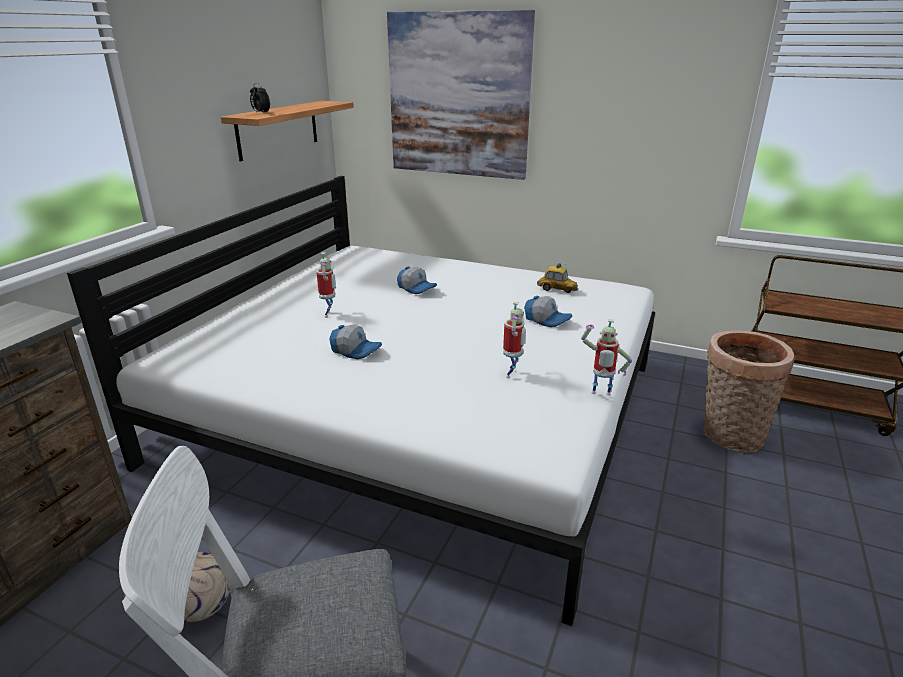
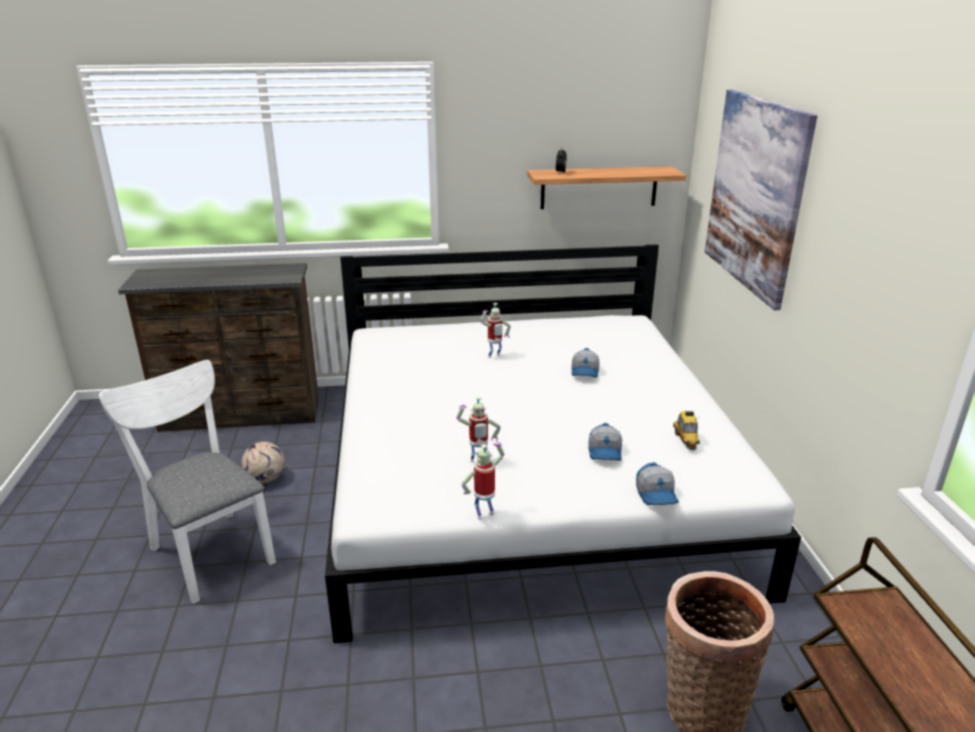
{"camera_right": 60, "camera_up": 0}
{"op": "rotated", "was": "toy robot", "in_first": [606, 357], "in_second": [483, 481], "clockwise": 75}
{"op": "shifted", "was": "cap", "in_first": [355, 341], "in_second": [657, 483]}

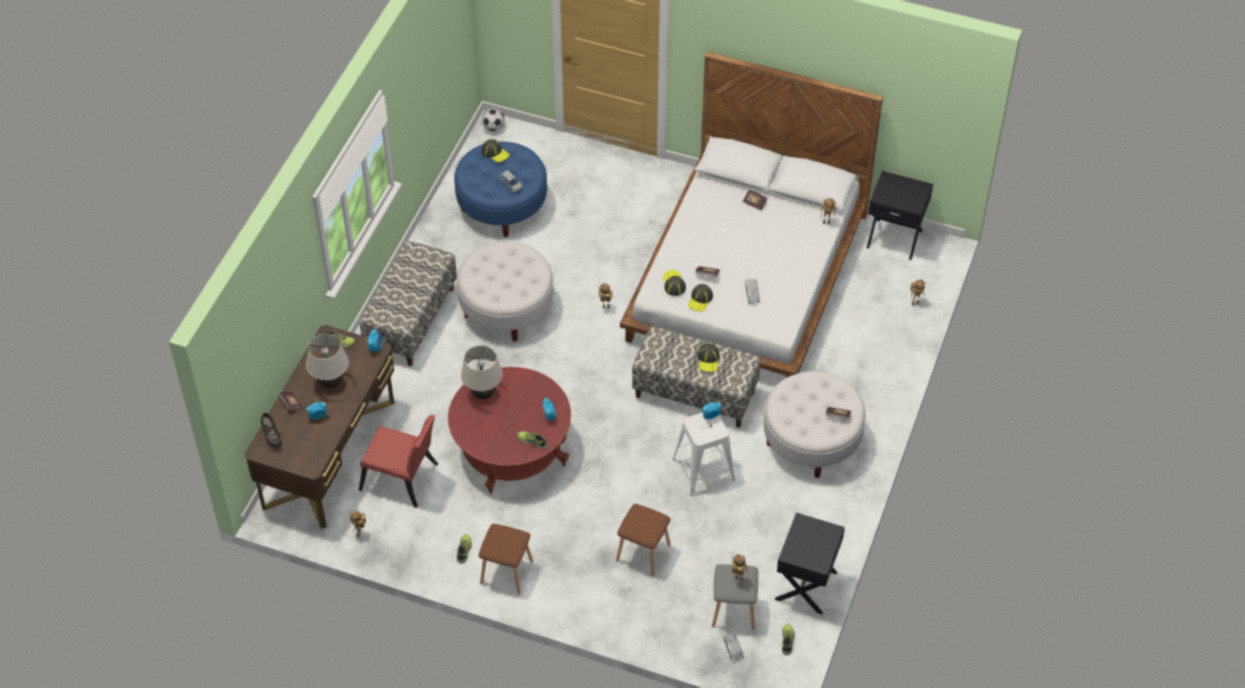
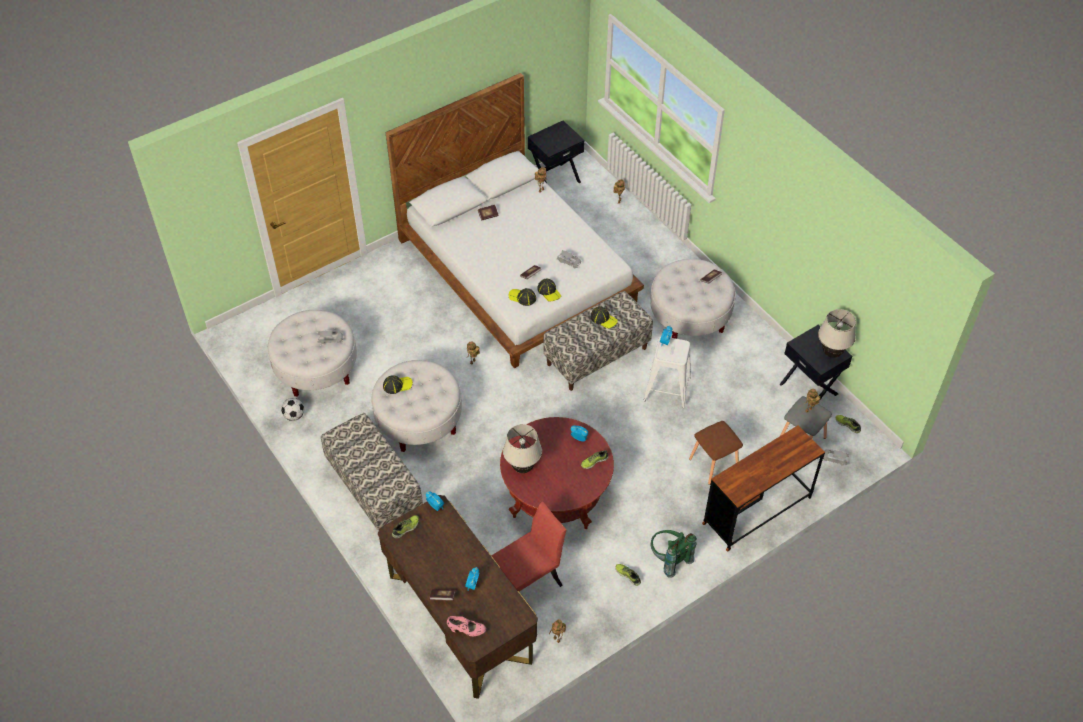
{"camera_right": -55, "camera_up": 0}
{"op": "repainted", "was": "blue ottoman", "now": "white ottoman", "in_first": [500, 189], "in_second": [312, 353]}
{"op": "shifted", "was": "football", "in_first": [493, 119], "in_second": [292, 409]}
{"op": "shifted", "was": "cap", "in_first": [496, 151], "in_second": [398, 384]}
{"op": "repainted", "was": "black shoe", "now": "pink shoe", "in_first": [271, 430], "in_second": [466, 626]}
{"op": "swapped", "was": "brown stool", "now": "green backpack", "in_first": [506, 559], "in_second": [674, 554]}
{"op": "new", "now": "brown desk", "in_second": [763, 488]}
{"op": "shifted", "was": "beige table lamp", "in_first": [327, 360], "in_second": [837, 333]}

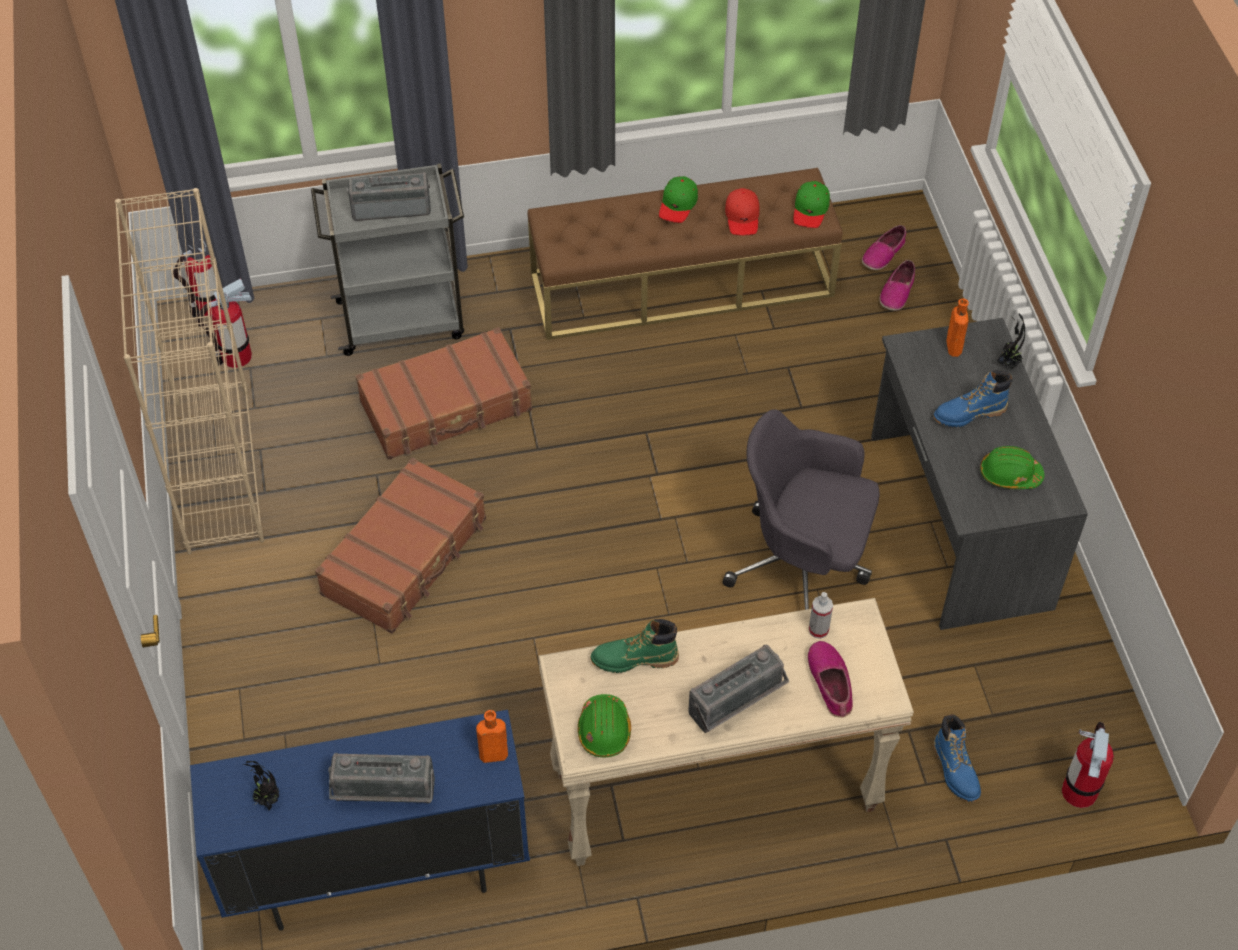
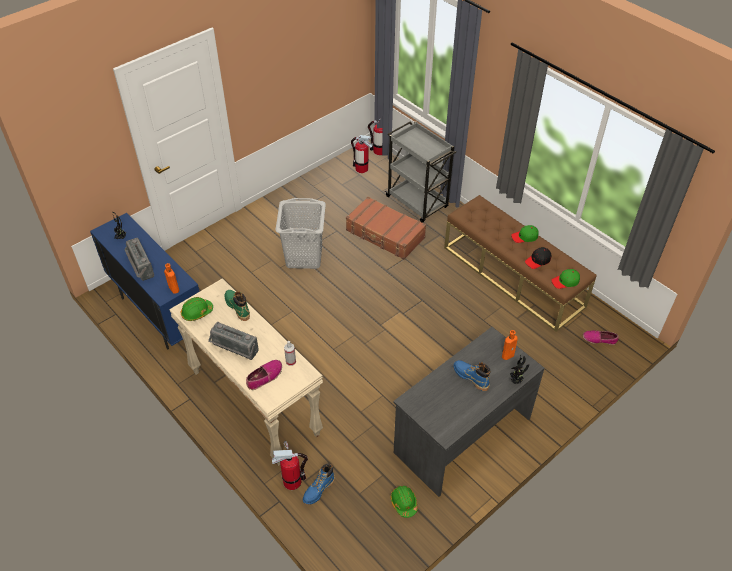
{"camera_right": 60, "camera_up": -5}
{"op": "shifted", "was": "fire extinguisher", "in_first": [1088, 765], "in_second": [290, 465]}
{"op": "swapped", "was": "brown suitcase", "now": "grey laundry basket", "in_first": [400, 546], "in_second": [300, 233]}
{"op": "shifted", "was": "green hard hat", "in_first": [1012, 467], "in_second": [404, 502]}
{"op": "repainted", "was": "red cap", "now": "black cap", "in_first": [742, 211], "in_second": [538, 258]}
{"op": "gone", "was": "beige bookcase", "in_first": [189, 371]}
{"op": "gone", "was": "radio", "in_first": [389, 196]}
{"op": "gone", "was": "grey office chair", "in_first": [801, 509]}
{"op": "gone", "was": "shoe", "in_first": [897, 285]}

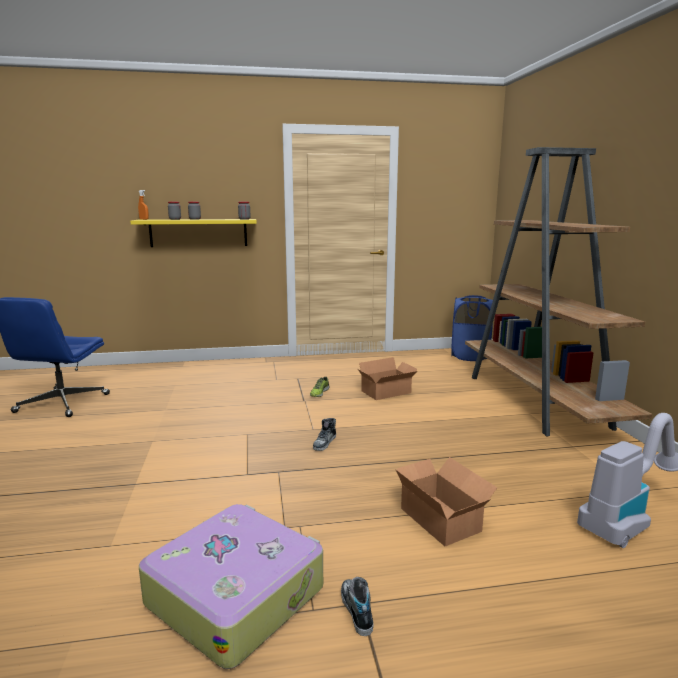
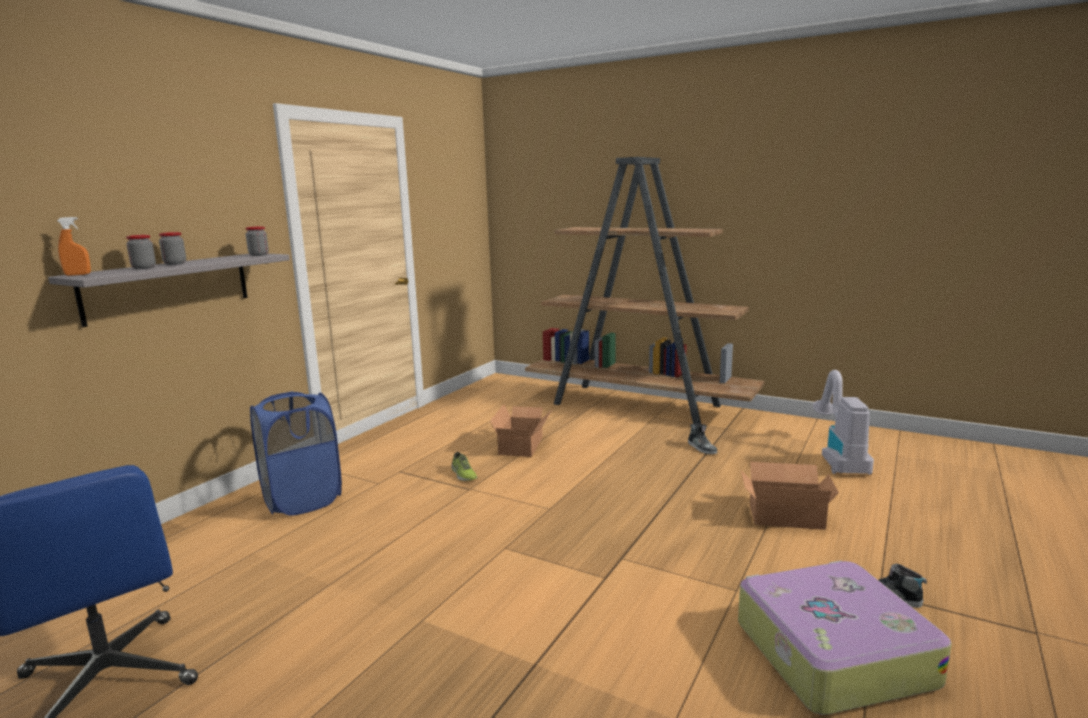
{"camera_right": -50, "camera_up": 0}
{"op": "repainted", "was": "yellow shelf", "now": "grey shelf", "in_first": [193, 233], "in_second": [169, 290]}
{"op": "shifted", "was": "blue laundry basket", "in_first": [472, 328], "in_second": [296, 453]}
{"op": "shifted", "was": "shoe", "in_first": [324, 434], "in_second": [702, 439]}

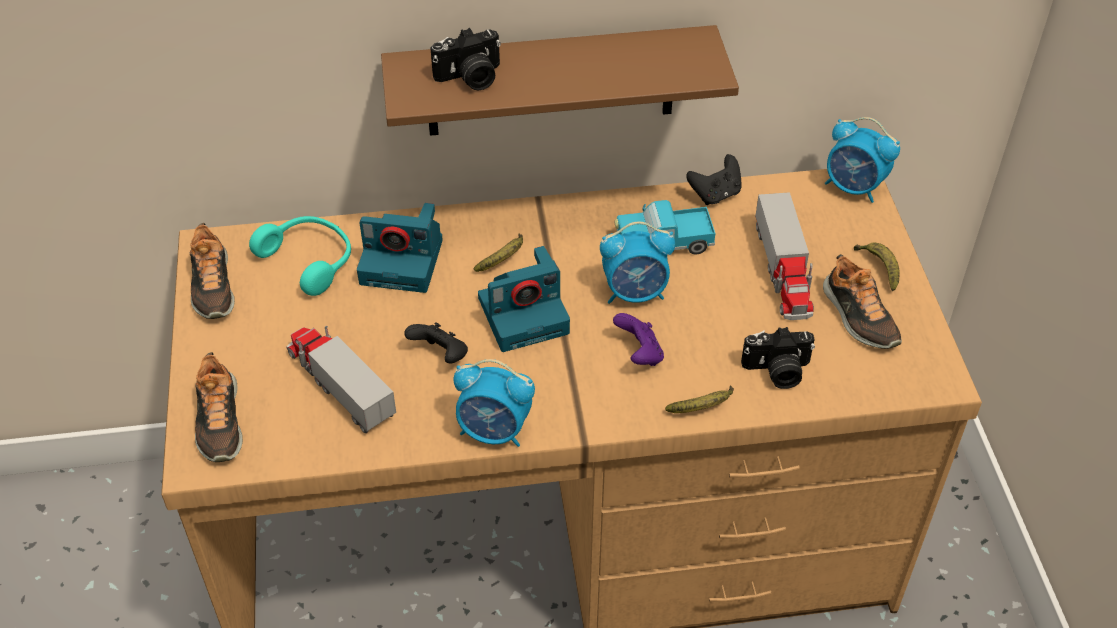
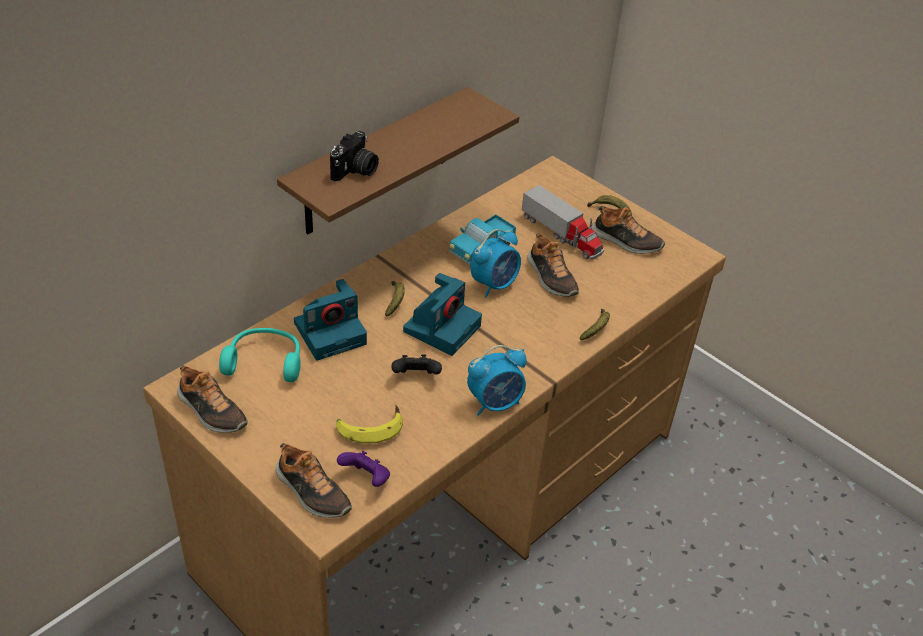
{"camera_right": -40, "camera_up": -5}
{"op": "swapped", "was": "toy truck", "now": "banana", "in_first": [341, 379], "in_second": [369, 424]}
{"op": "shifted", "was": "purple game controller", "in_first": [638, 339], "in_second": [363, 469]}
{"op": "new", "now": "shoe", "in_second": [553, 265]}
{"op": "gone", "was": "black game controller", "in_first": [714, 179]}
{"op": "gone", "was": "photo camera", "in_first": [778, 358]}
{"op": "gone", "was": "alarm clock", "in_first": [862, 160]}

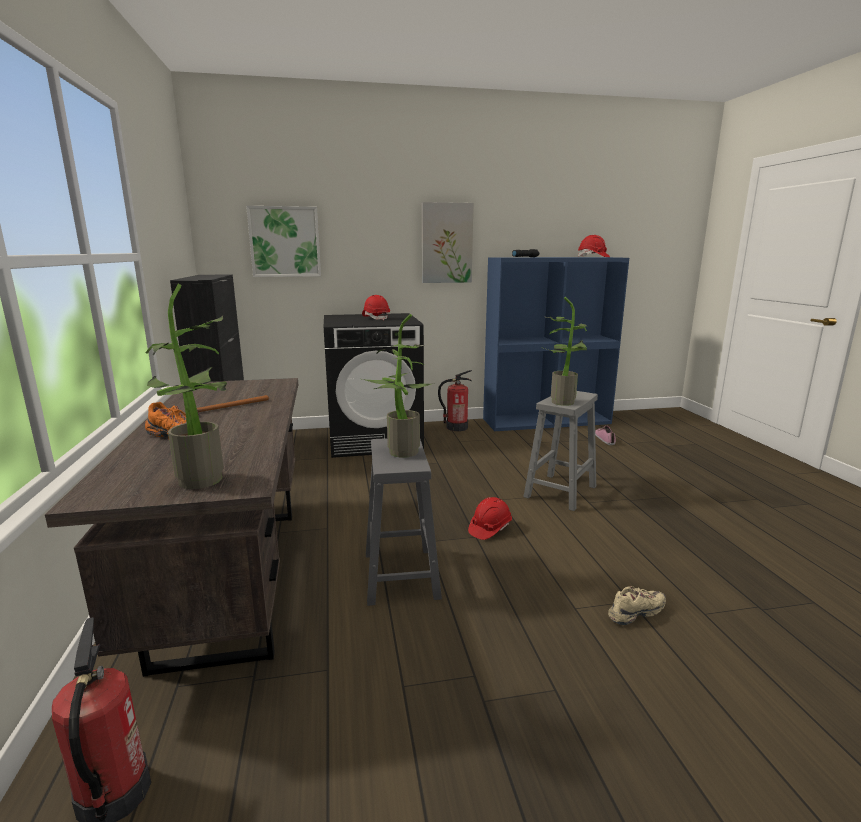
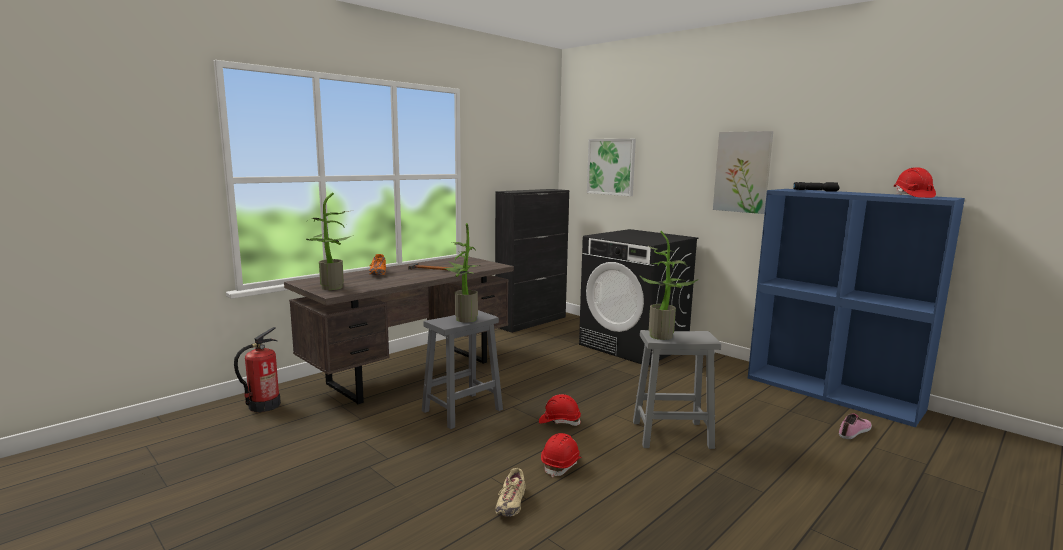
{"camera_right": 55, "camera_up": -5}
{"op": "rotated", "was": "beige shoe", "in_first": [637, 605], "in_second": [510, 492], "clockwise": 75}
{"op": "shifted", "was": "red hard hat", "in_first": [376, 307], "in_second": [561, 455]}
{"op": "gone", "was": "fire extinguisher", "in_first": [455, 400]}

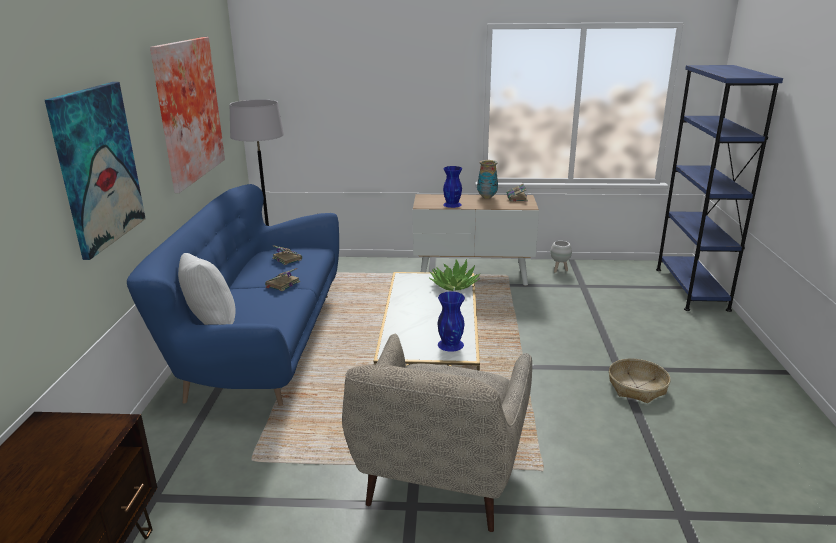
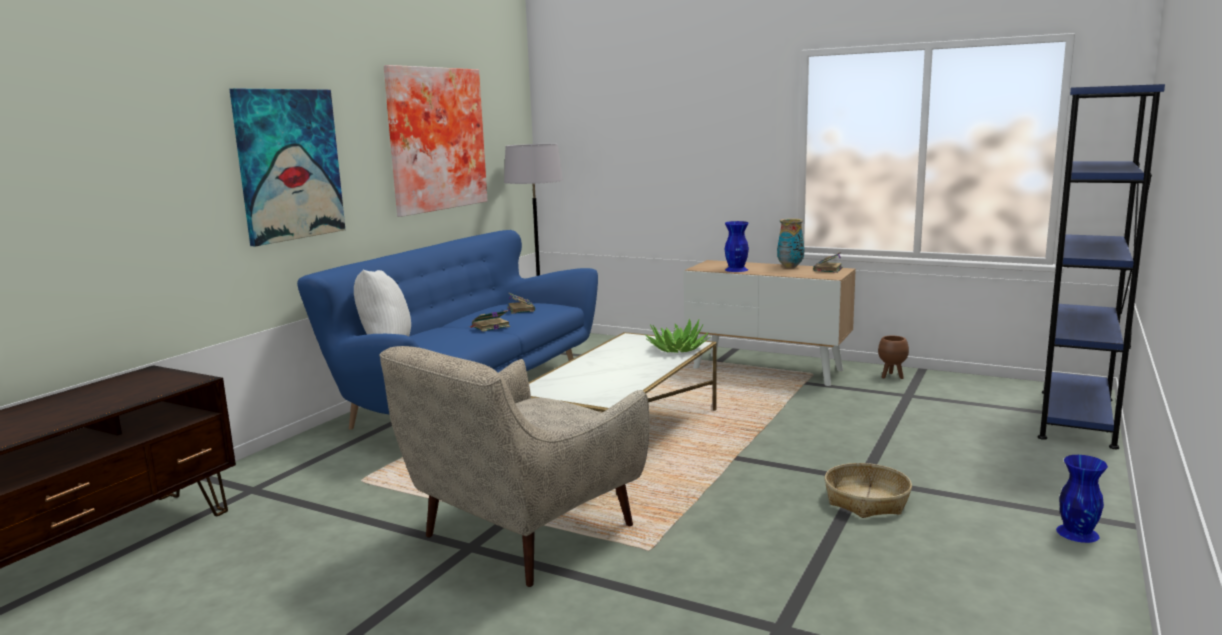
{"camera_right": 25, "camera_up": -10}
{"op": "repainted", "was": "white planter", "now": "brown planter", "in_first": [561, 257], "in_second": [893, 357]}
{"op": "shifted", "was": "blue vase", "in_first": [451, 322], "in_second": [1082, 499]}

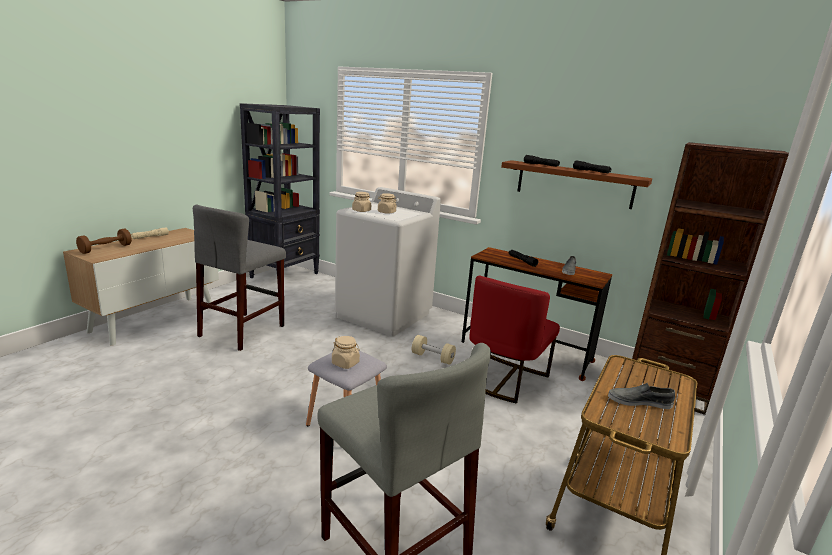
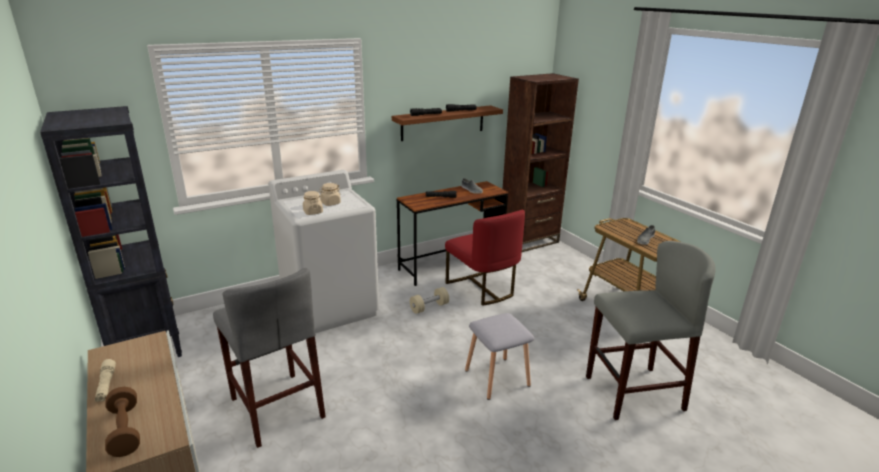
{"camera_right": -60, "camera_up": 5}
{"op": "gone", "was": "beige jar", "in_first": [346, 352]}

